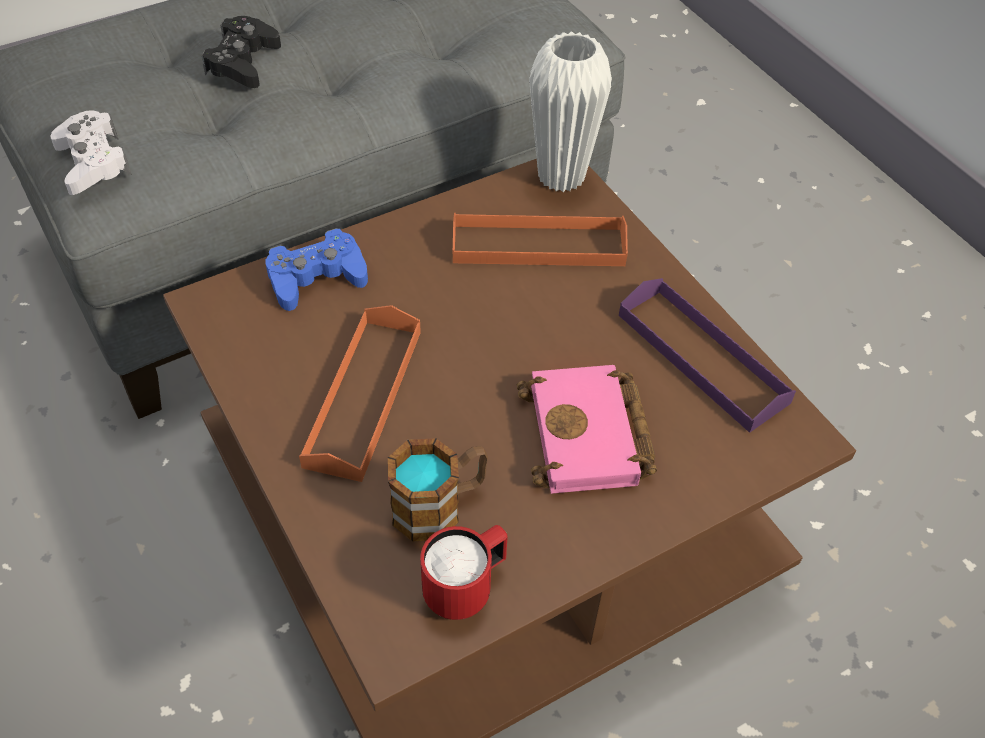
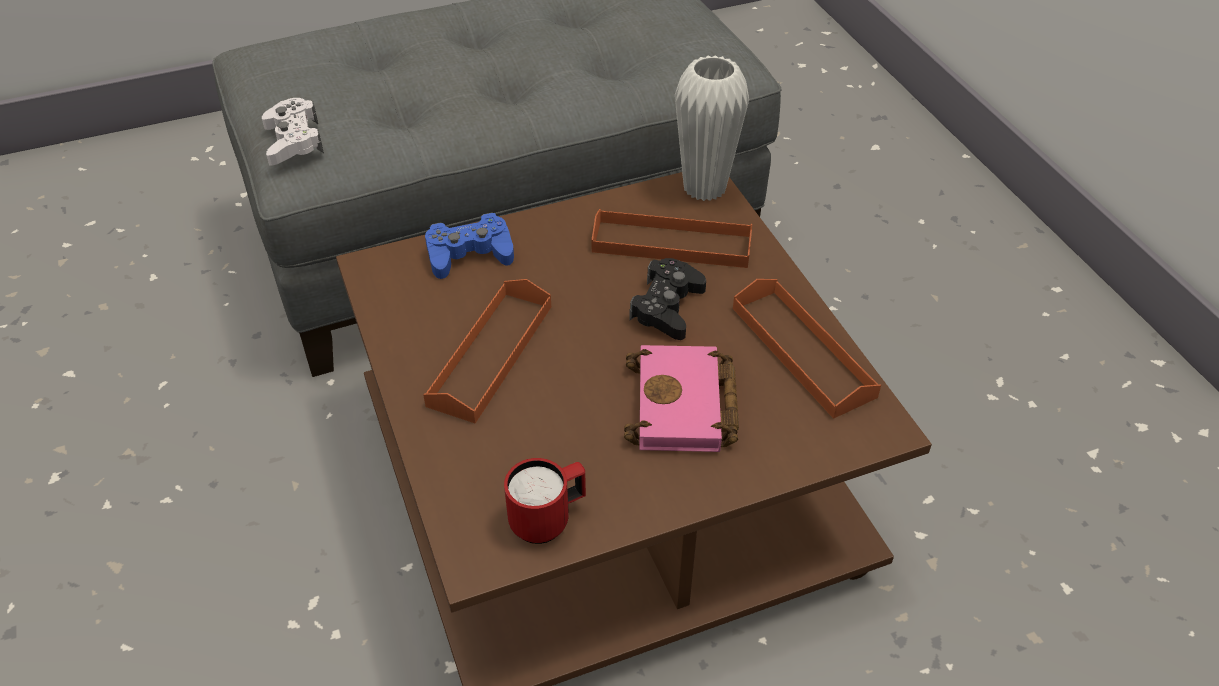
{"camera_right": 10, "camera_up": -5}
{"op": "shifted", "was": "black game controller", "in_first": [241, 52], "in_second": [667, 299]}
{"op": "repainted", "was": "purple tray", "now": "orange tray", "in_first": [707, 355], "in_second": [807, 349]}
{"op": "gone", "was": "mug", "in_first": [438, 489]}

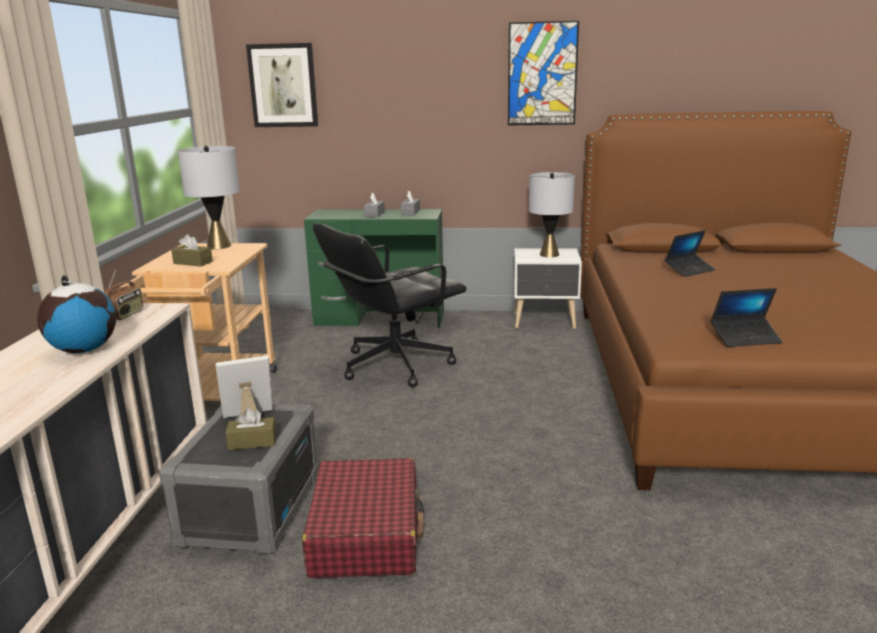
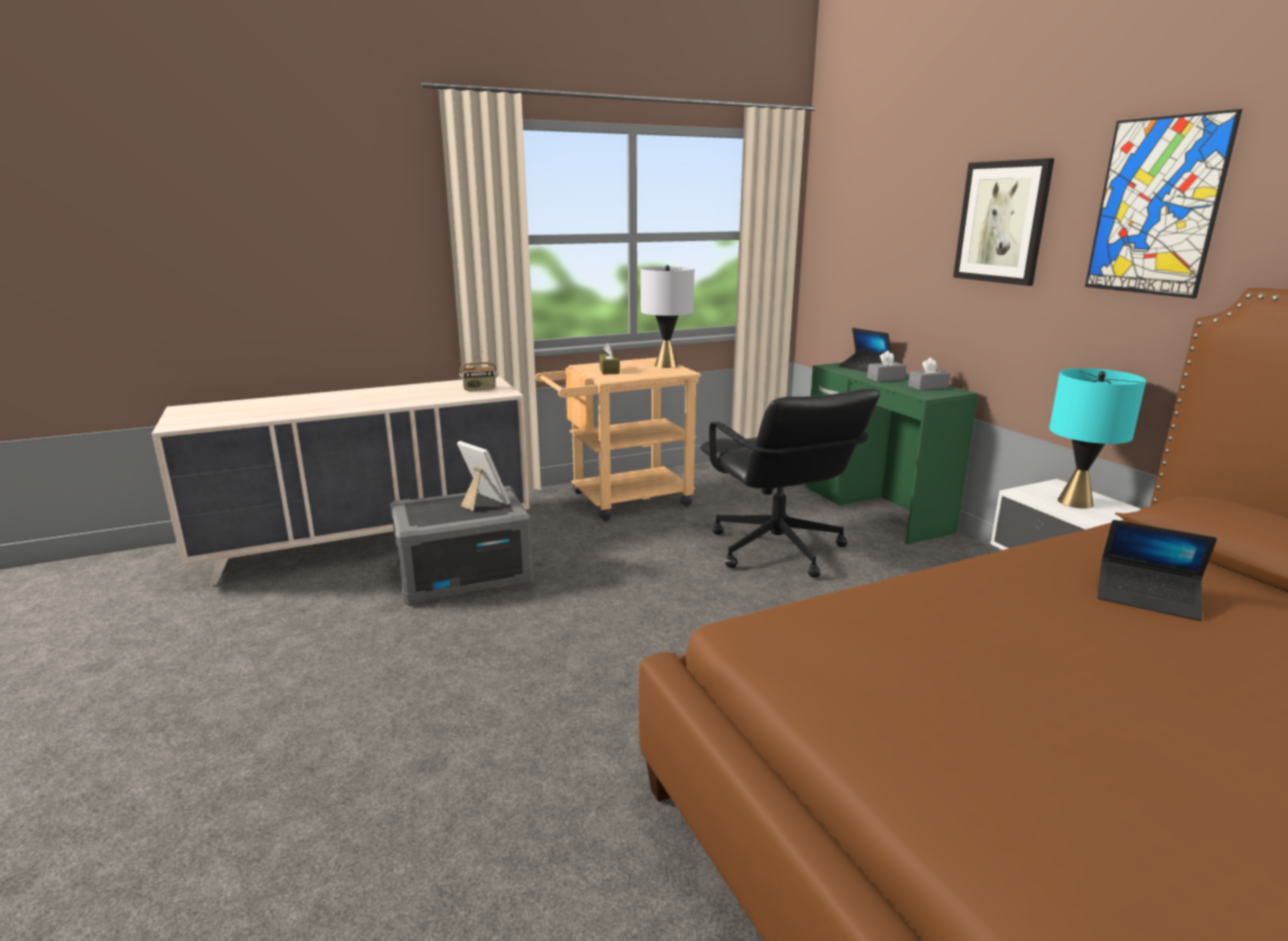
{"camera_right": 60, "camera_up": 0}
{"op": "rotated", "was": "black office chair", "in_first": [390, 305], "in_second": [790, 483], "clockwise": -135}
{"op": "shifted", "was": "laptop", "in_first": [746, 317], "in_second": [865, 350]}
{"op": "shifted", "was": "picture", "in_first": [282, 85], "in_second": [1003, 222]}
{"op": "repainted", "was": "grey table lamp", "now": "turquoise table lamp", "in_first": [552, 214], "in_second": [1097, 438]}
{"op": "gone", "was": "globe", "in_first": [76, 314]}
{"op": "gone", "was": "brown tissue box", "in_first": [251, 429]}
{"op": "gone", "was": "red suitcase", "in_first": [363, 518]}

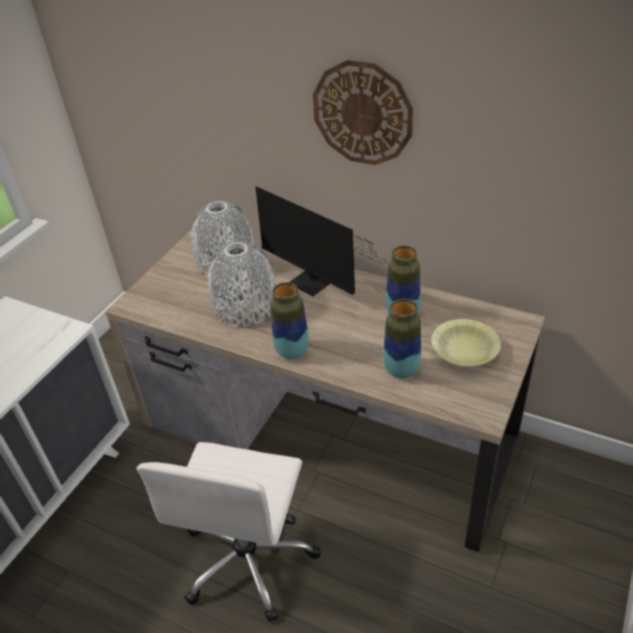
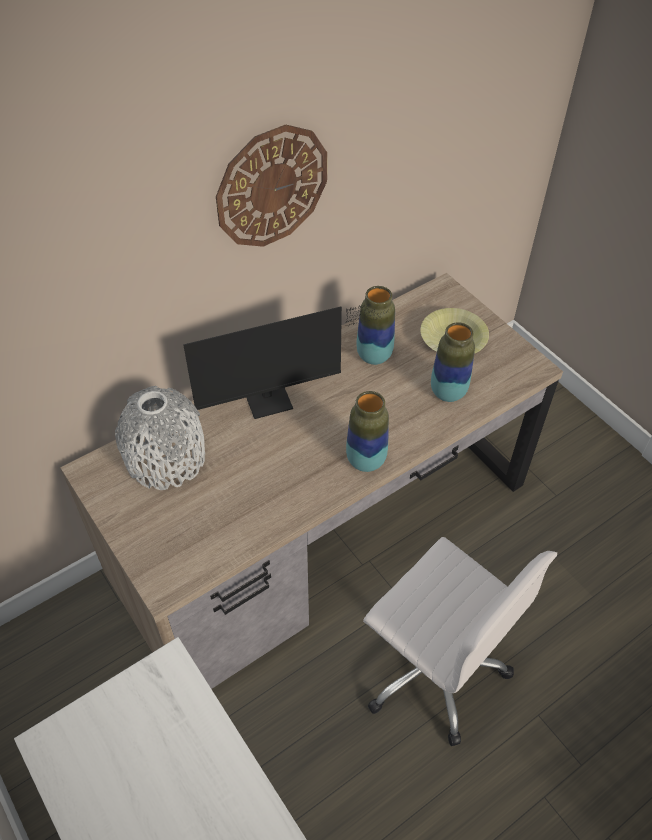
{"camera_right": -65, "camera_up": 10}
{"op": "gone", "was": "grey vase", "in_first": [241, 284]}

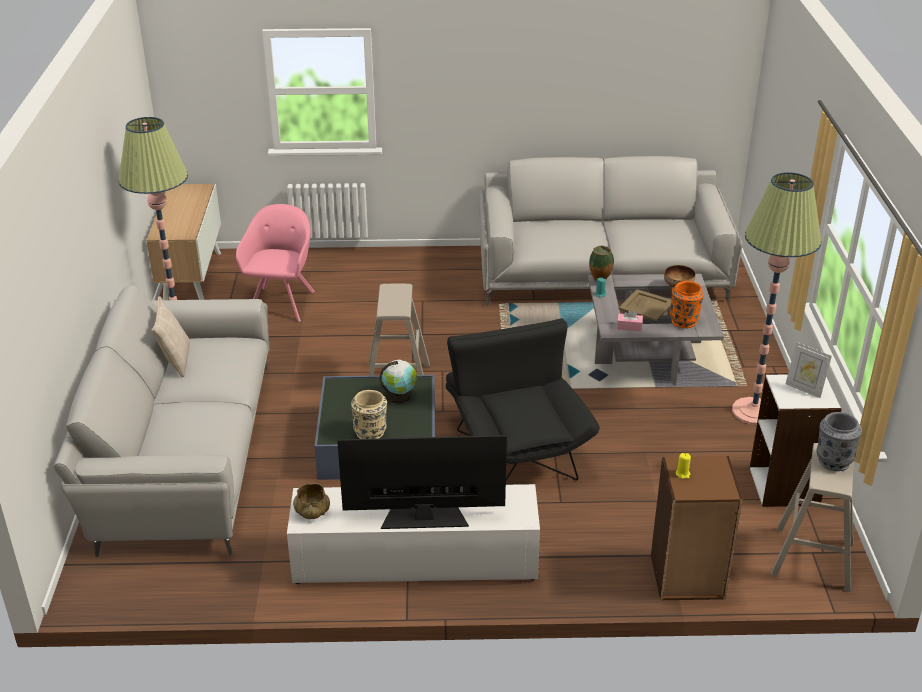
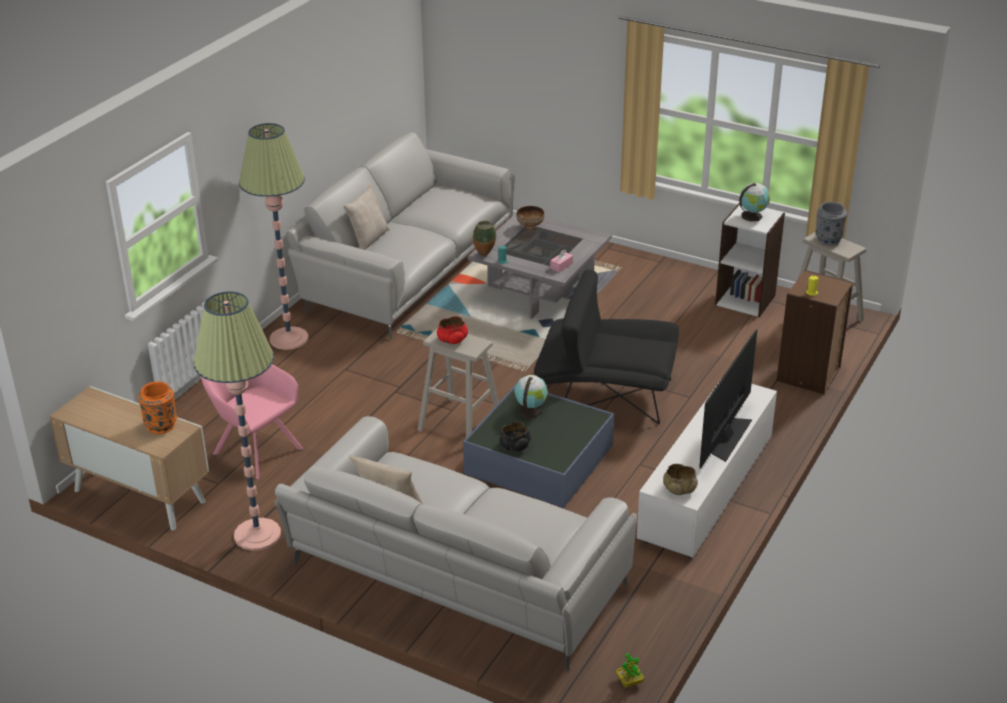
{"camera_right": -60, "camera_up": 0}
{"op": "shifted", "was": "orange vase", "in_first": [687, 304], "in_second": [157, 407]}
{"op": "shifted", "was": "floor lamp", "in_first": [776, 298], "in_second": [273, 236]}
{"op": "new", "now": "beige pillow", "in_second": [366, 217]}
{"op": "new", "now": "red bowl", "in_second": [452, 330]}
{"op": "new", "now": "black bowl", "in_second": [515, 436]}
{"op": "new", "now": "potted plant", "in_second": [630, 670]}
{"op": "swapped", "was": "picture frame", "now": "globe", "in_first": [809, 370], "in_second": [754, 202]}
{"op": "gone", "was": "beige vase", "in_first": [369, 414]}
{"op": "gone", "was": "beige tray", "in_first": [645, 305]}

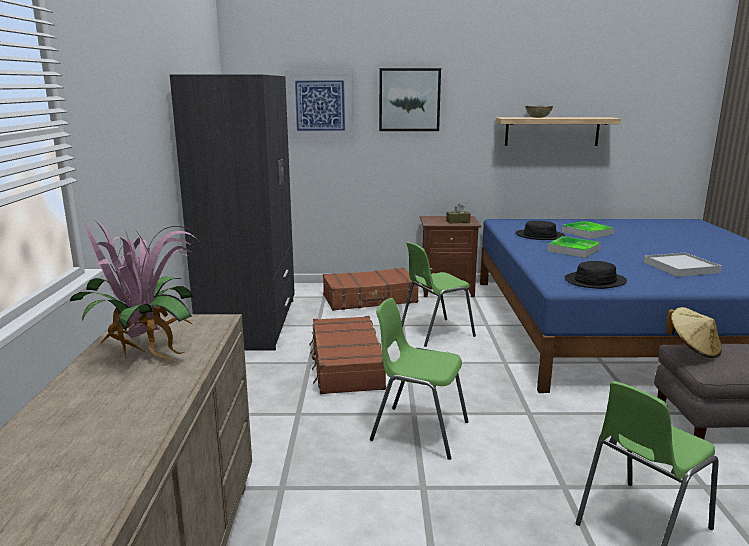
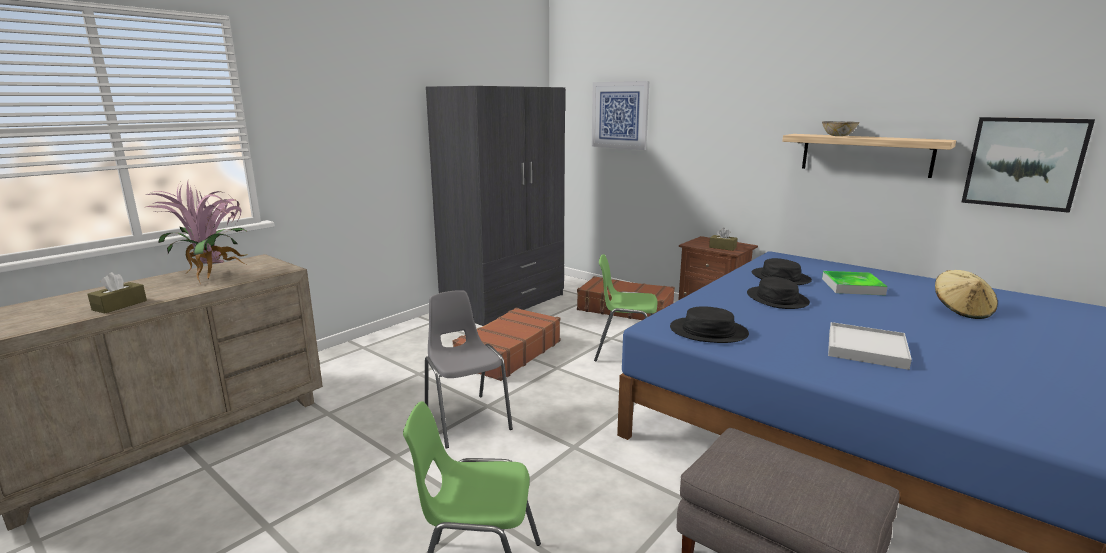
{"camera_right": 40, "camera_up": 0}
{"op": "new", "now": "brown tissue box", "in_second": [117, 292]}
{"op": "repainted", "was": "green chair", "now": "grey chair", "in_first": [419, 379], "in_second": [469, 369]}
{"op": "swapped", "was": "tray", "now": "black hat", "in_first": [574, 247], "in_second": [778, 293]}
{"op": "shifted", "was": "beige hat", "in_first": [694, 332], "in_second": [966, 294]}
{"op": "shifted", "was": "picture", "in_first": [410, 99], "in_second": [1028, 165]}

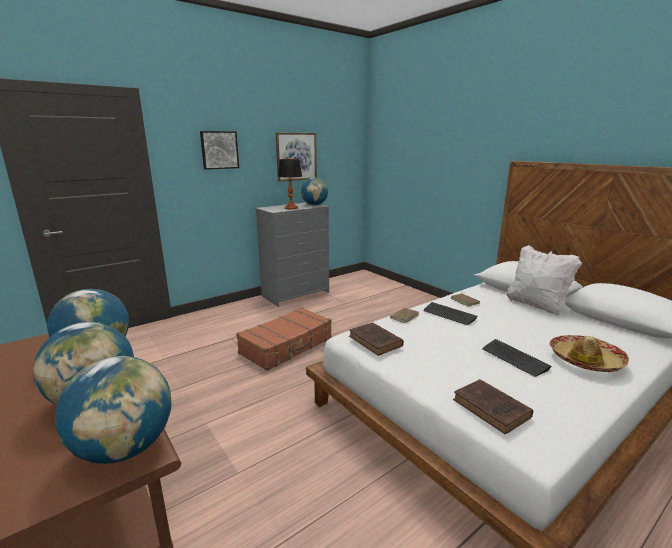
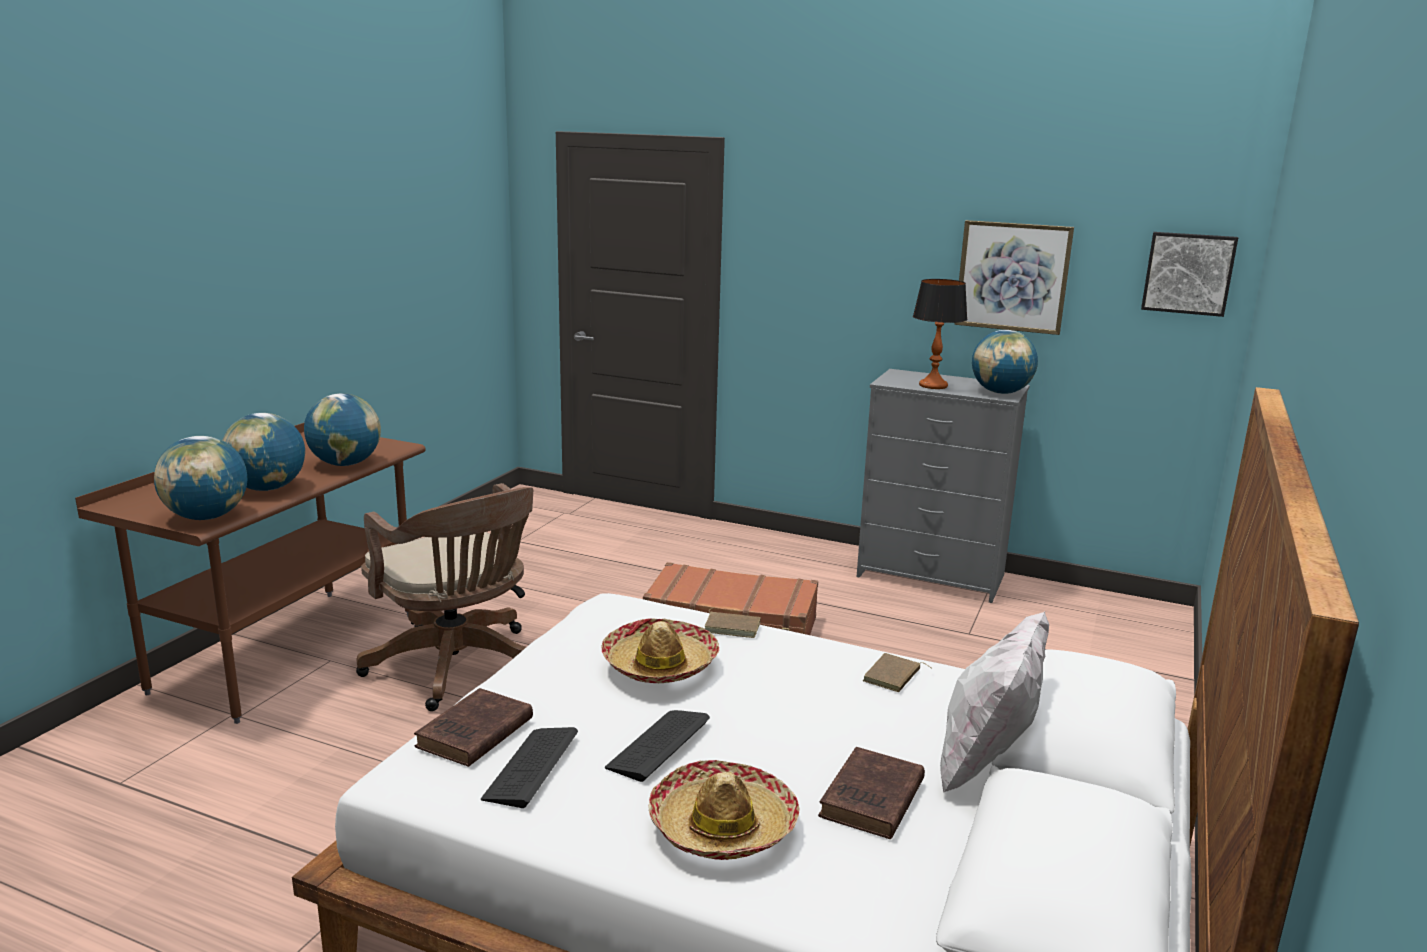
{"camera_right": 60, "camera_up": 0}
{"op": "new", "now": "brown office chair", "in_second": [444, 597]}
{"op": "shifted", "was": "keyboard", "in_first": [450, 313], "in_second": [529, 767]}
{"op": "new", "now": "hat", "in_second": [660, 650]}
{"op": "shifted", "was": "brown book", "in_first": [376, 339], "in_second": [871, 793]}
{"op": "shifted", "was": "picture", "in_first": [219, 150], "in_second": [1189, 274]}

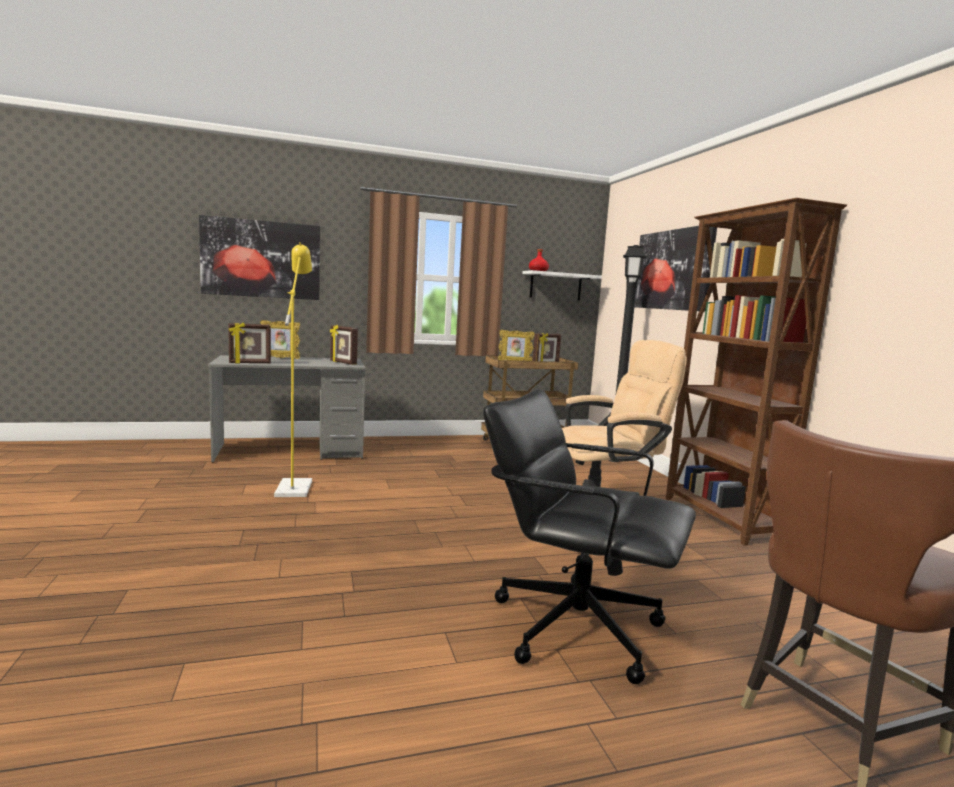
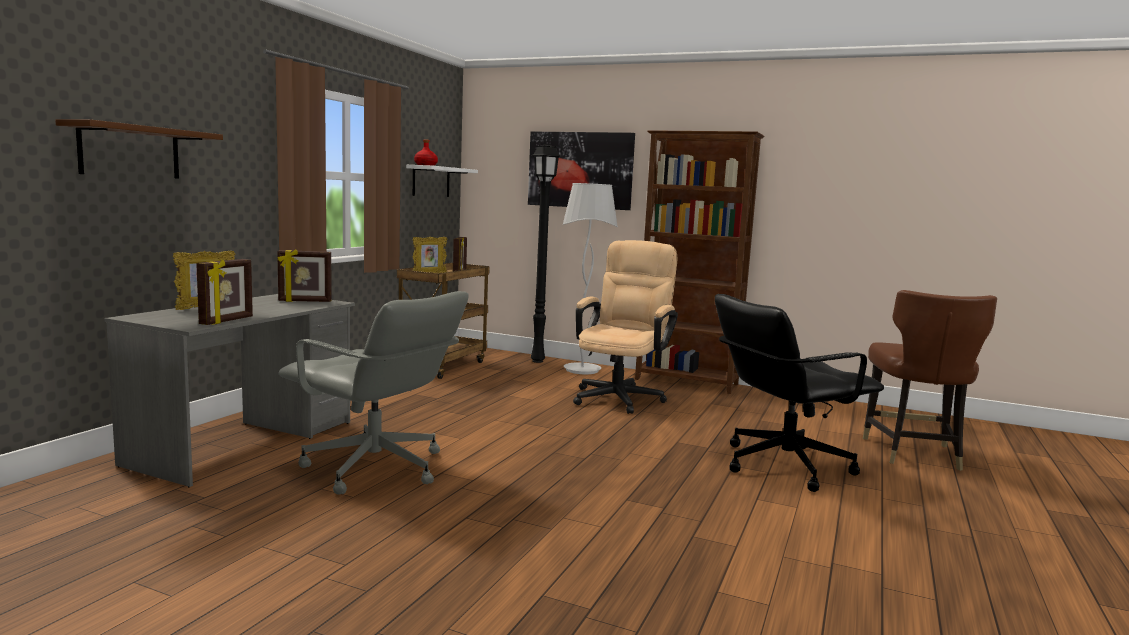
{"camera_right": -50, "camera_up": 0}
{"op": "swapped", "was": "picture", "now": "brown shelf", "in_first": [259, 257], "in_second": [139, 148]}
{"op": "swapped", "was": "yellow floor lamp", "now": "grey office chair", "in_first": [293, 369], "in_second": [373, 393]}
{"op": "new", "now": "white floor lamp", "in_second": [590, 278]}

